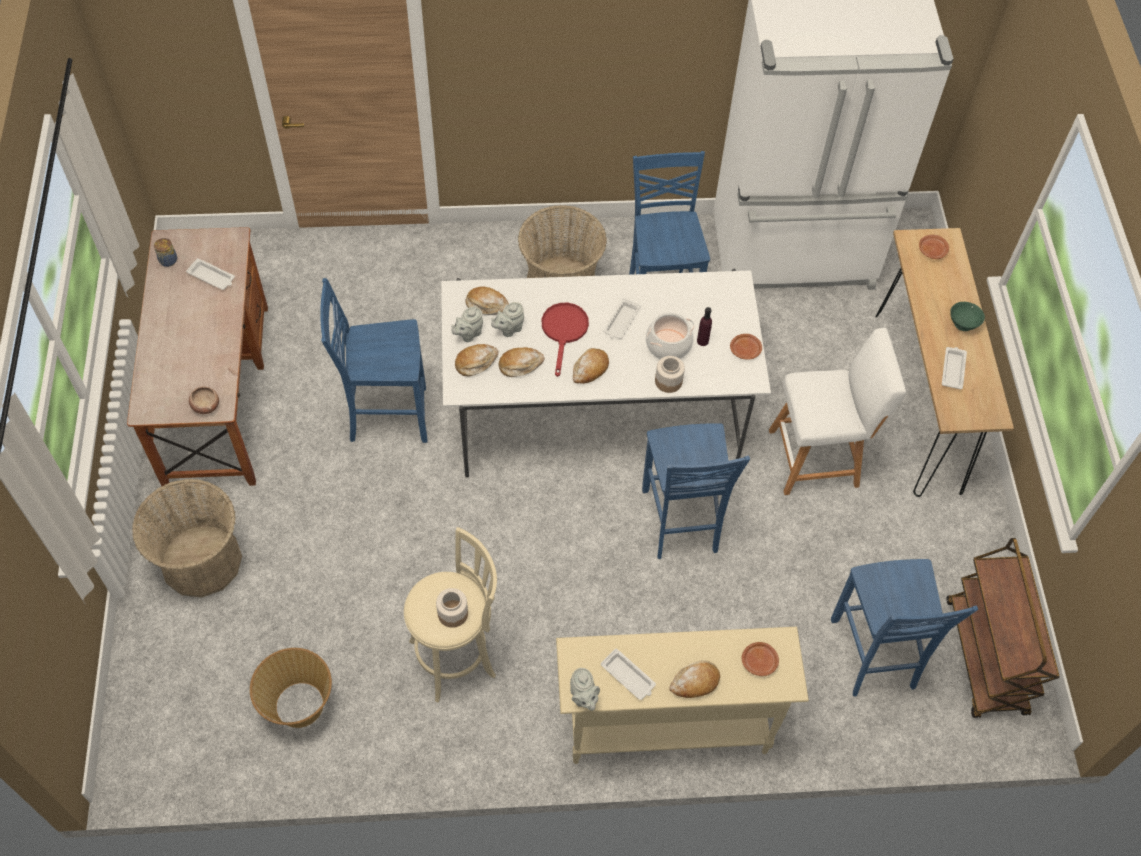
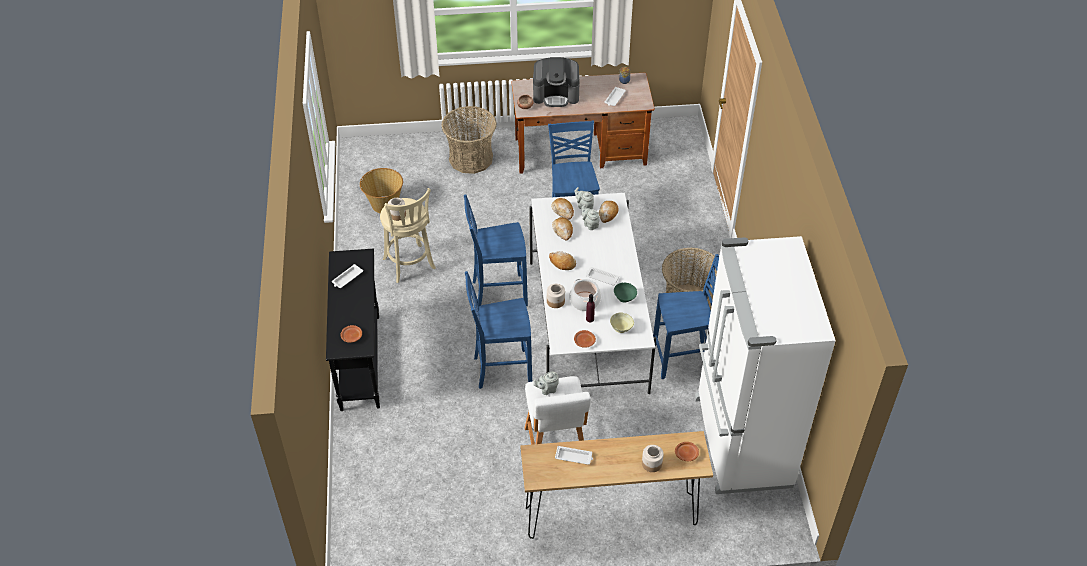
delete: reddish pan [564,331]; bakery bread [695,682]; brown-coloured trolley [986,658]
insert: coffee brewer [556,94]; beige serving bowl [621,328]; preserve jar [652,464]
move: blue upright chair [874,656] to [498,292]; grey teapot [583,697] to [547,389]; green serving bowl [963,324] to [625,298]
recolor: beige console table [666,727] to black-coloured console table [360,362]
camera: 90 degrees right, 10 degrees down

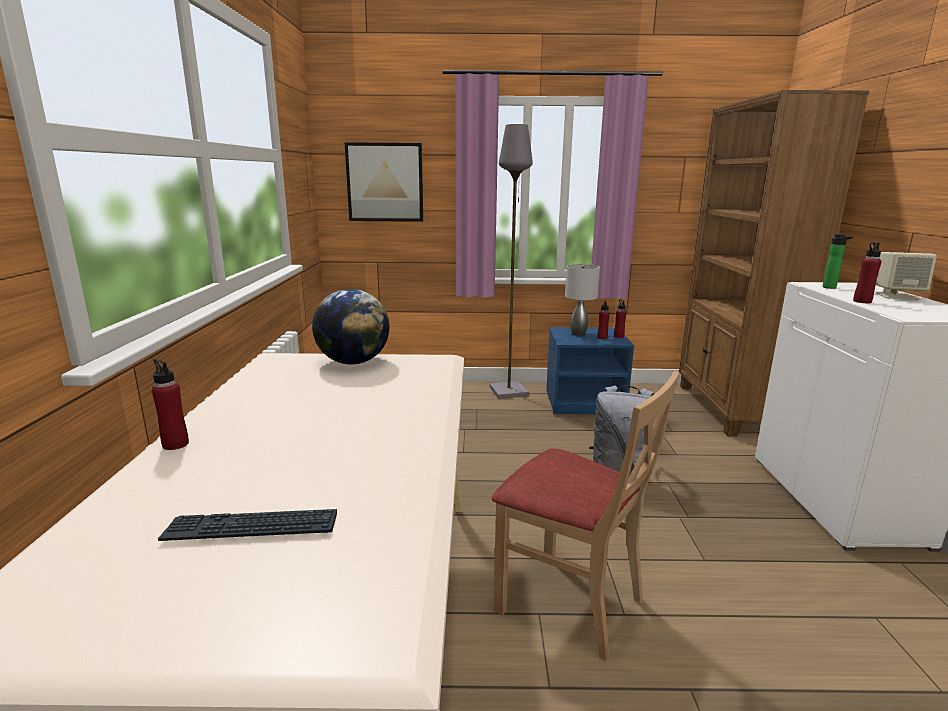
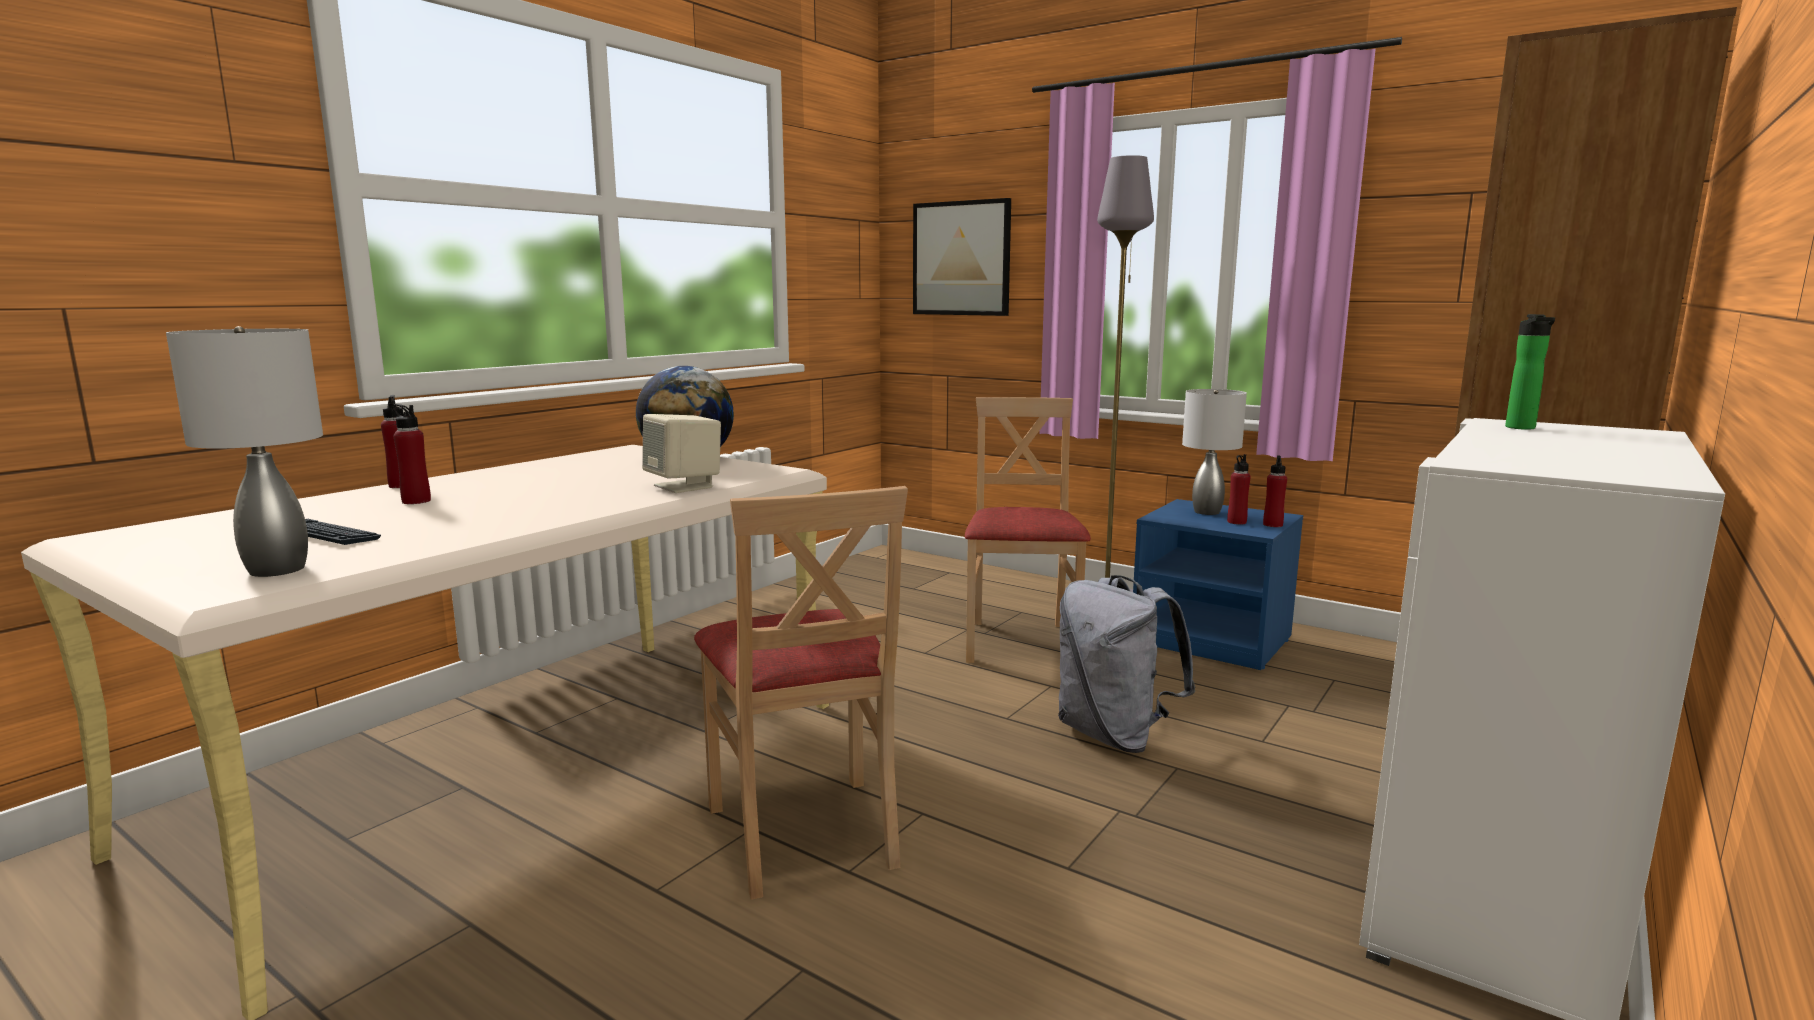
insert: grey tabletop lamp [279,569]; beige upright chair [1020,643]
move: reddish drink bottle [862,301] to [416,501]; beige loudspeaker [897,296] to [684,486]
camera: 35 degrees right, 5 degrees down

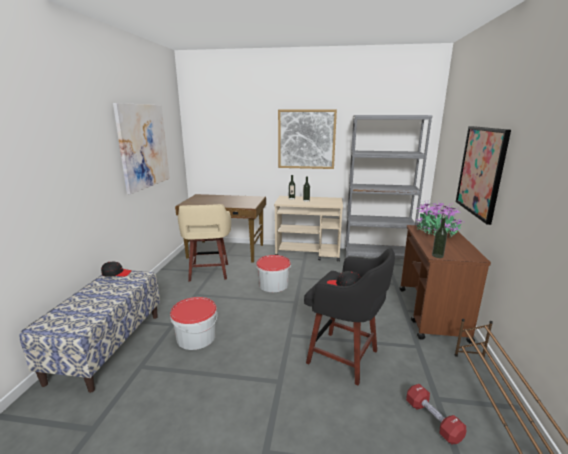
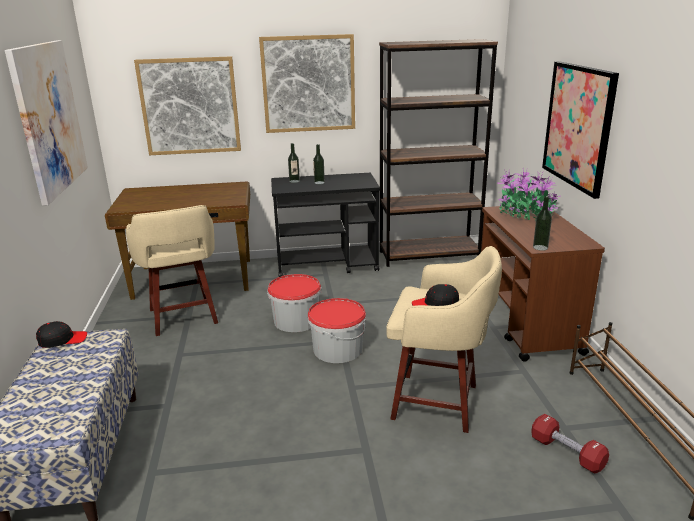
insert: wall picture [190,106]
move: water bucket [196,337] to [337,349]
recolor: beige trolley [308,253] to black-coloured trolley [327,264]; grey bookcase [377,256] to brown-coloured bookcase [429,255]; black-coloured stool seat [345,357] to beige stool seat [439,402]
camera: 15 degrees left, 5 degrees up

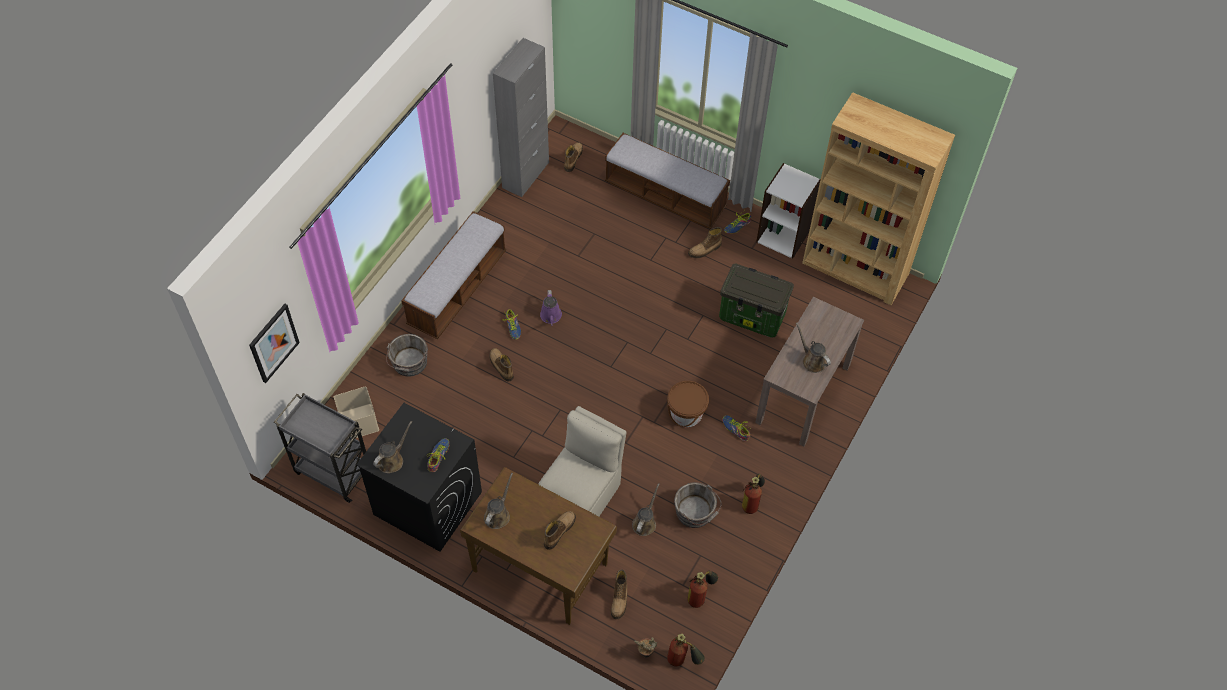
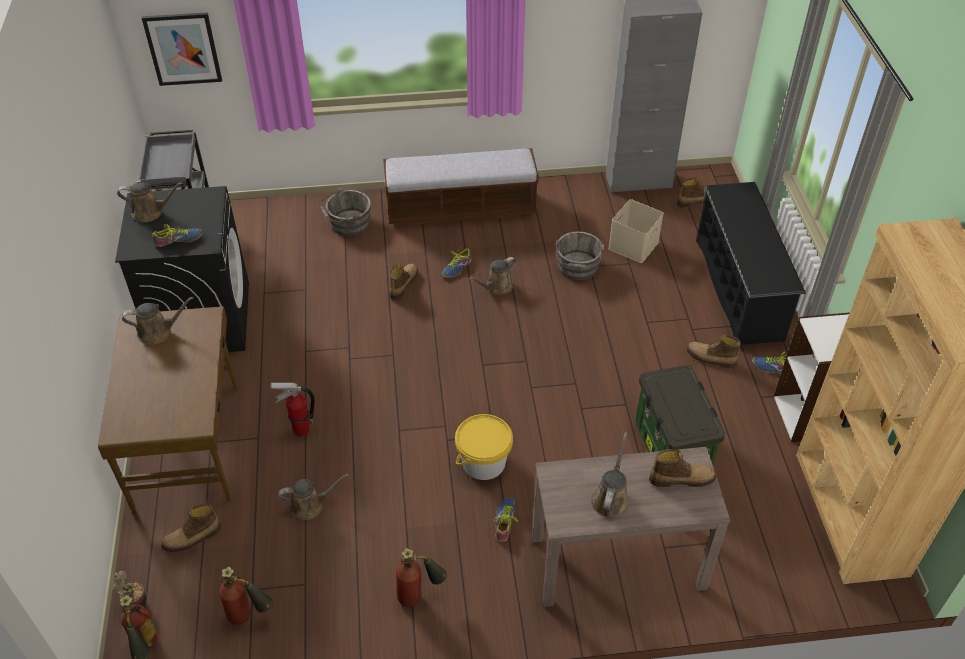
move: grey water bucket [696,513] to [577,268]; beige storage bin [357,421] to [633,244]; boot [559,531] to [681,478]
replace: beige upright chair [581,496] to fire-fighting cylinder [301,430]; indoor bench [665,196] to black-coloured shoe rack [739,289]
recolor: brown-coloured water bucket [686,413] to yellow-coloured water bucket [483,462]; purple-coloured watering pot [551,316] to brown-coloured watering pot [497,287]
camera: 55 degrees right, 10 degrees down

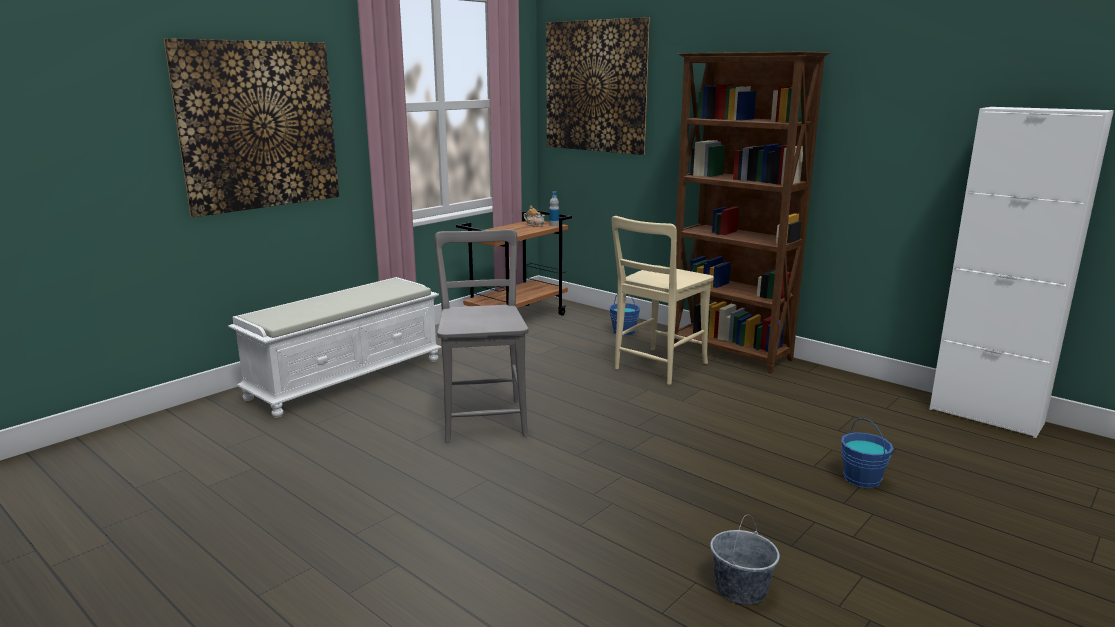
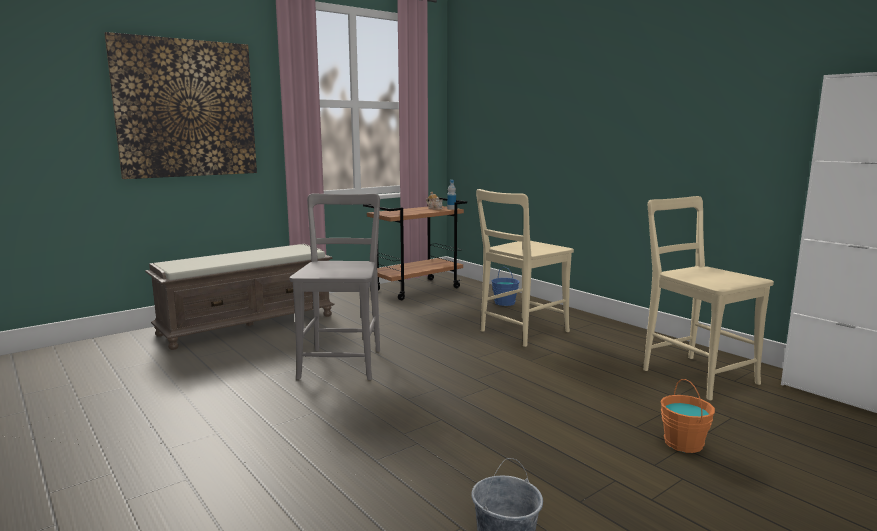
delete: wall picture [595,86]; brown-coloured bookcase [730,353]
insert: beige upright chair [694,374]
recolor: white-coloured indoor bench [347,378] to brown-coloured indoor bench [248,324]; blue water bucket [862,479] to orange water bucket [684,443]
camera: 10 degrees right, 5 degrees down

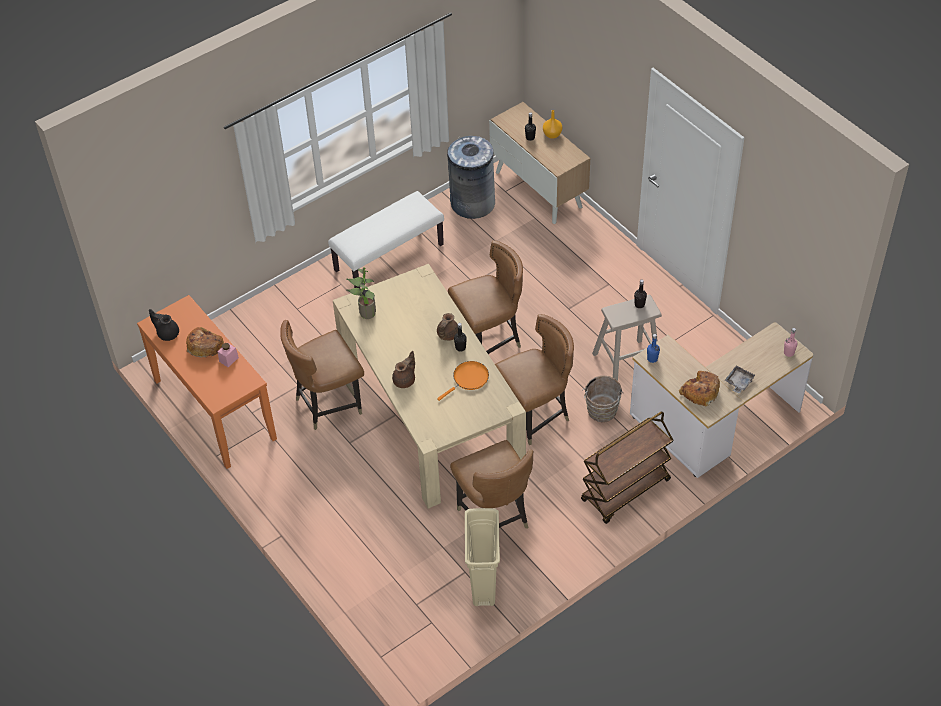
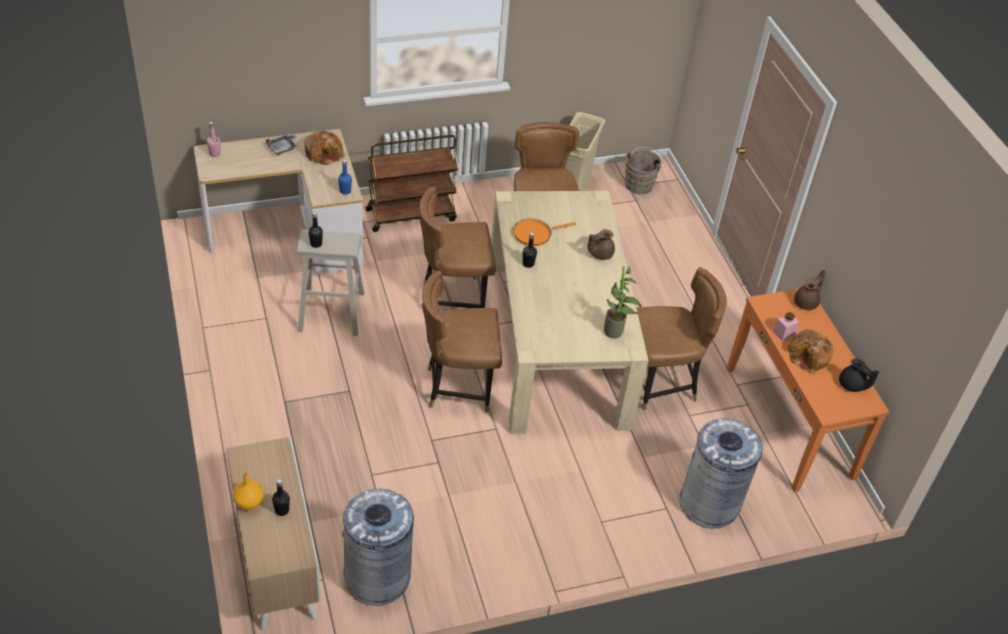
delete: white-coloured indoor bench [389,257]
insert: grey trash can [709,503]
move: brown-coloured water bucket [601,412] to [640,184]; brown-coloured teapot [447,335] to [806,303]
camera: 165 degrees left, 5 degrees down

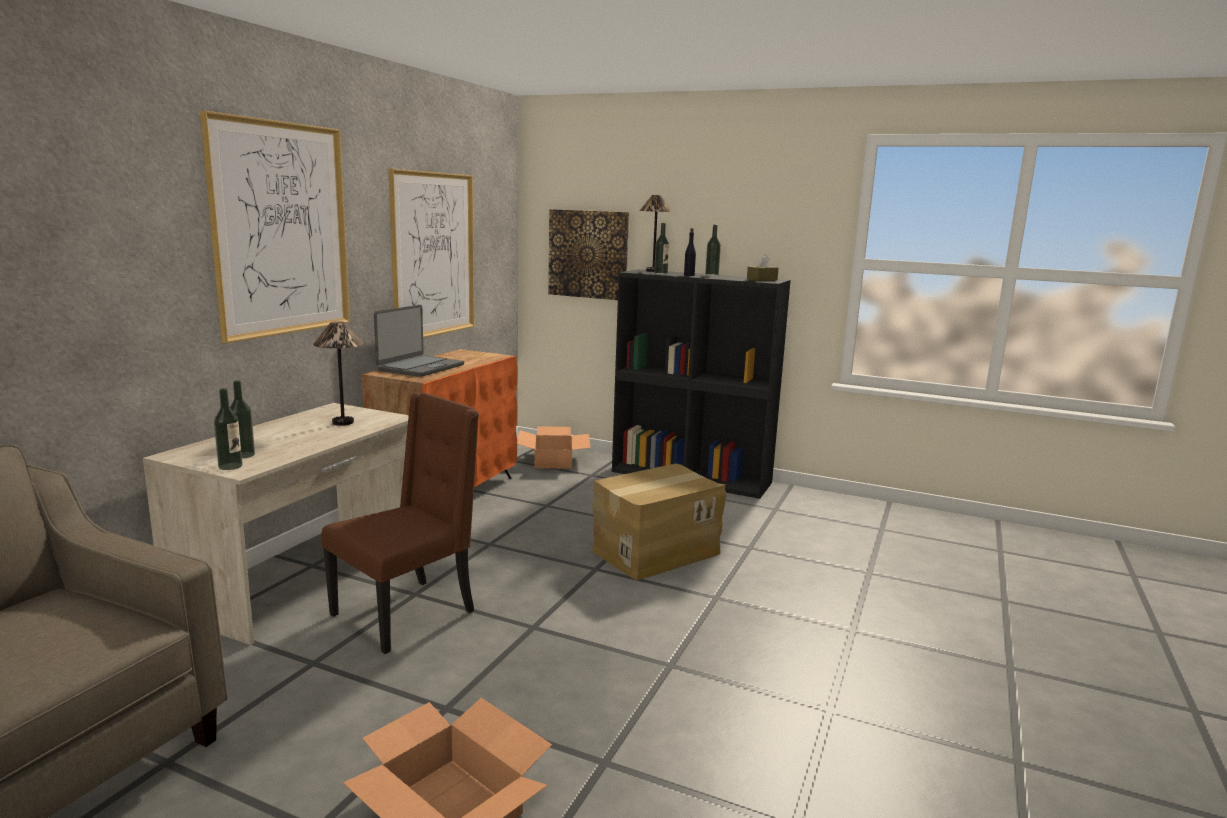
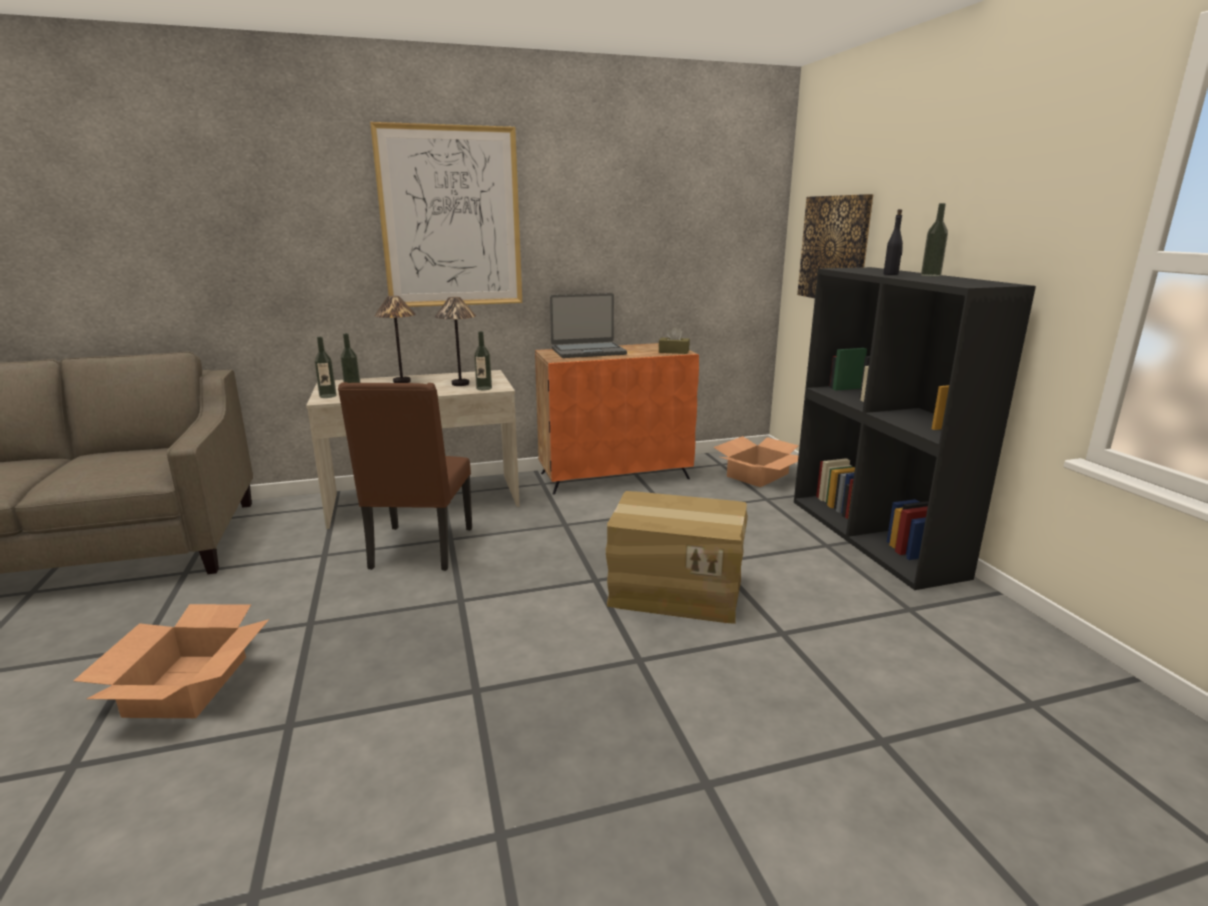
delete: wall picture [433,255]
move: tabletop lamp [653,271] to [402,382]; drink bottle [661,273] to [484,388]; brown-coloured tissue holder [762,279] to [673,352]
rotate: brown-coloured upright chair [406,613] = [420,549] 90 degrees clockwise
camera: 50 degrees right, 5 degrees up

